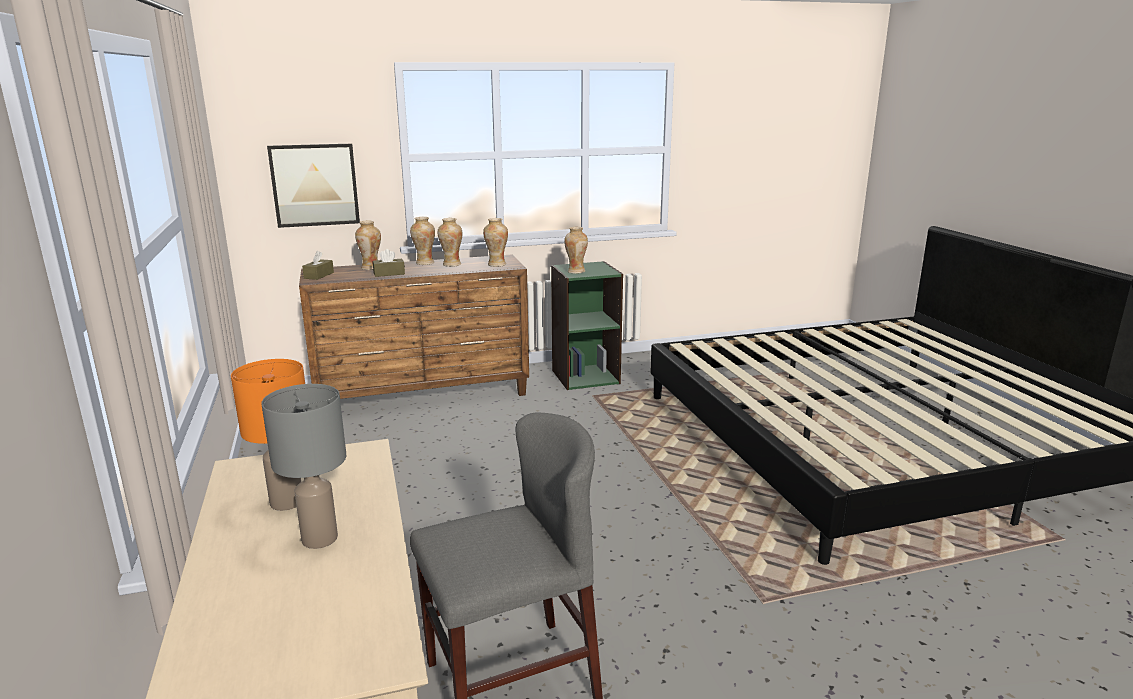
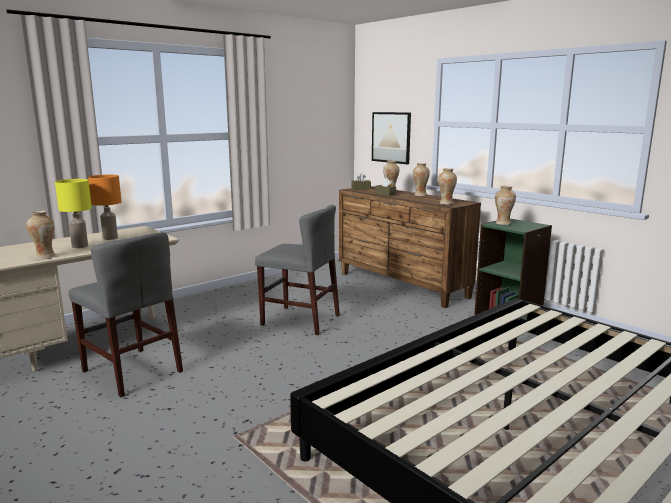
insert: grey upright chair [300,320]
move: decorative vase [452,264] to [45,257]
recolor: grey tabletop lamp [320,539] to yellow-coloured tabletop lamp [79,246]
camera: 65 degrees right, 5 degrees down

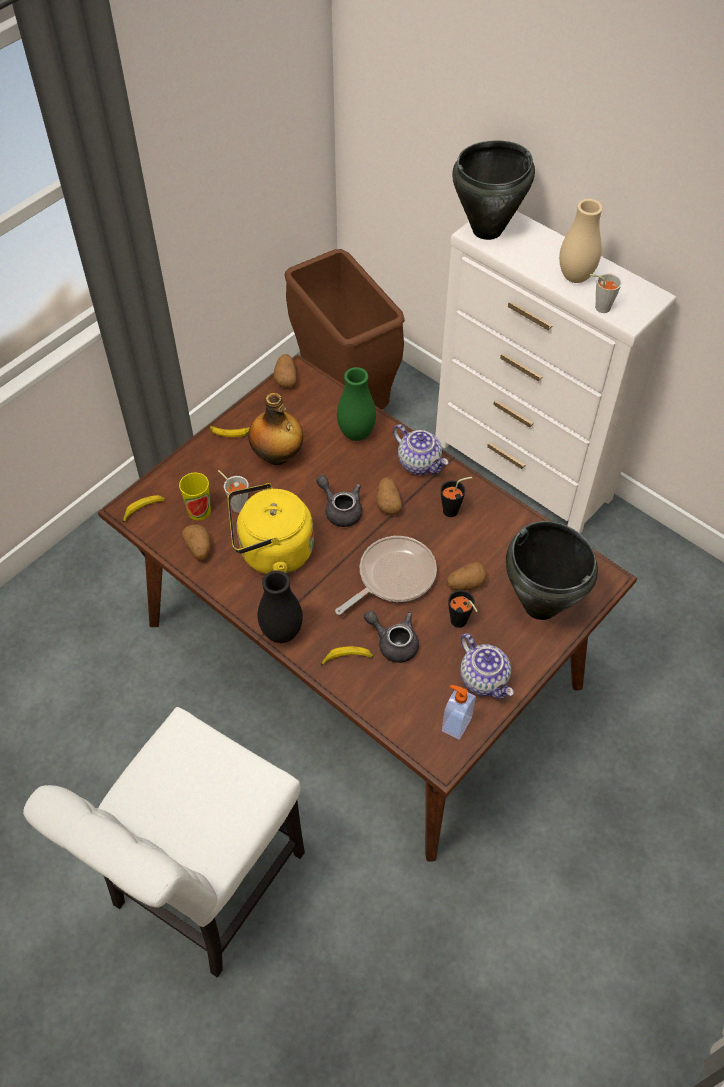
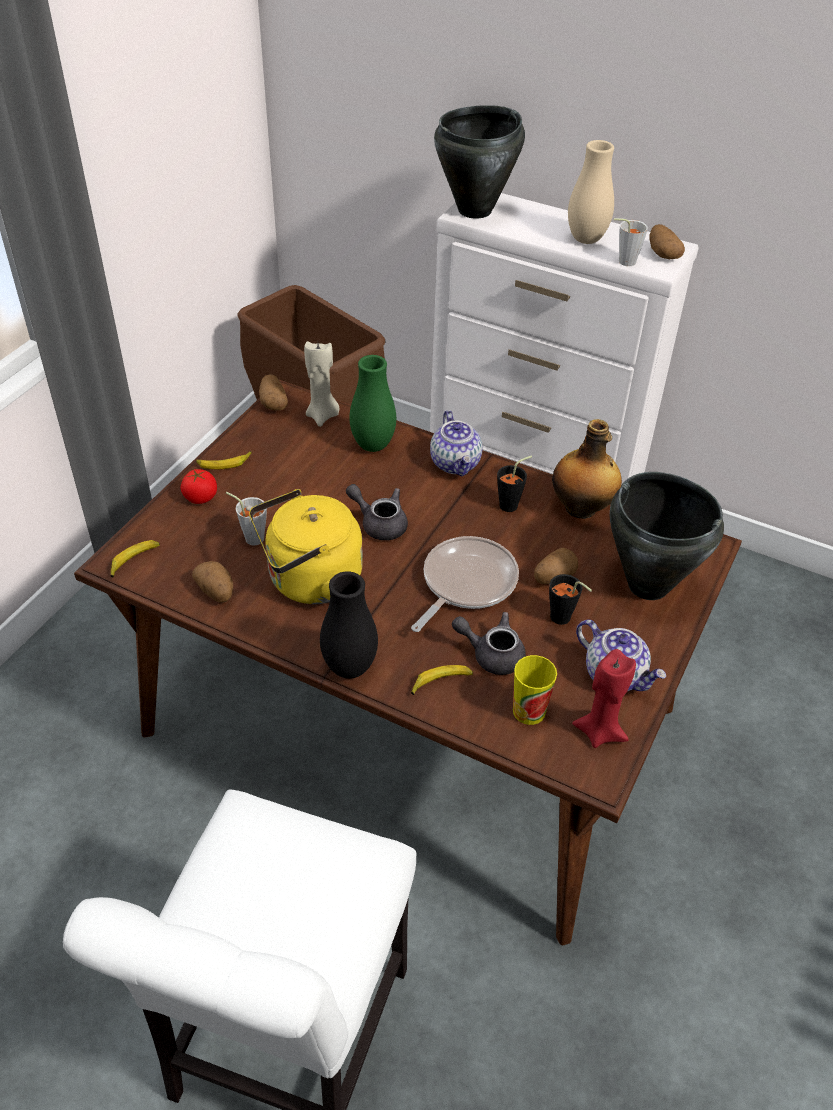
insert: fresh tomato [201,497]; beige wax light [323,416]
move: small cup [199,511] to [529,711]; drink bottle [277,456] to [582,509]; potato [388,503] to [662,254]
replace: soap dispenser [455,724] to reddish wax light [599,731]
rotate: teapot [420,463] = [456,463] 45 degrees clockwise
camera: 15 degrees left, 10 degrees down

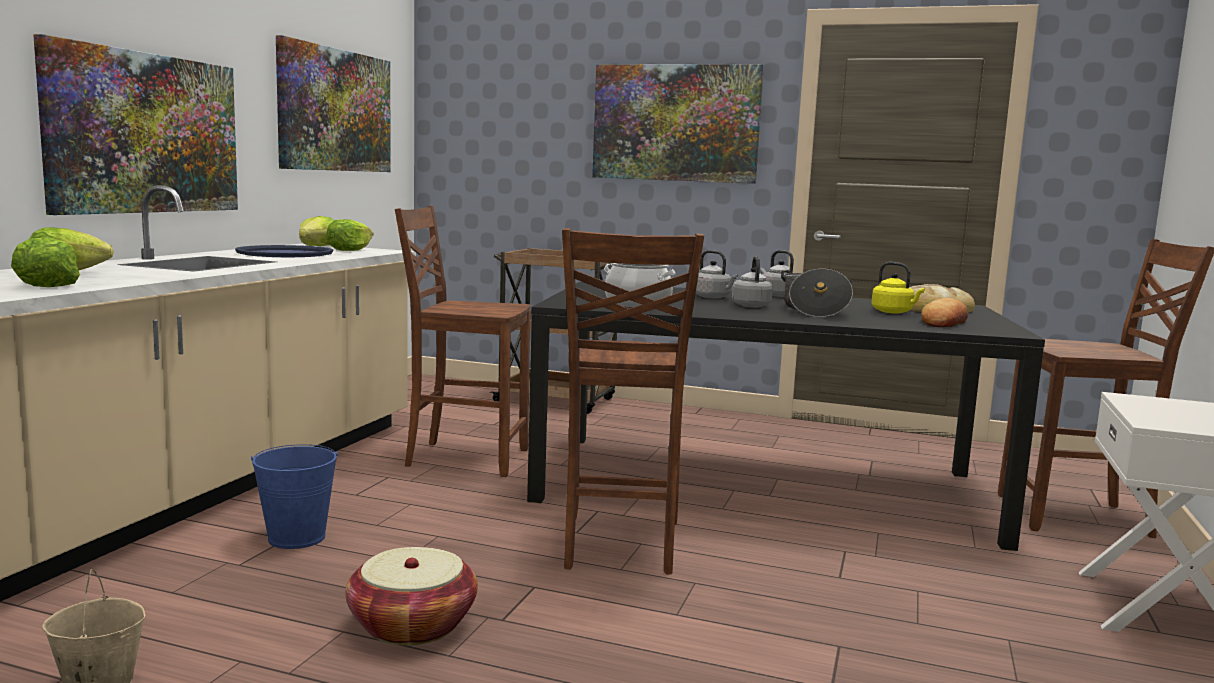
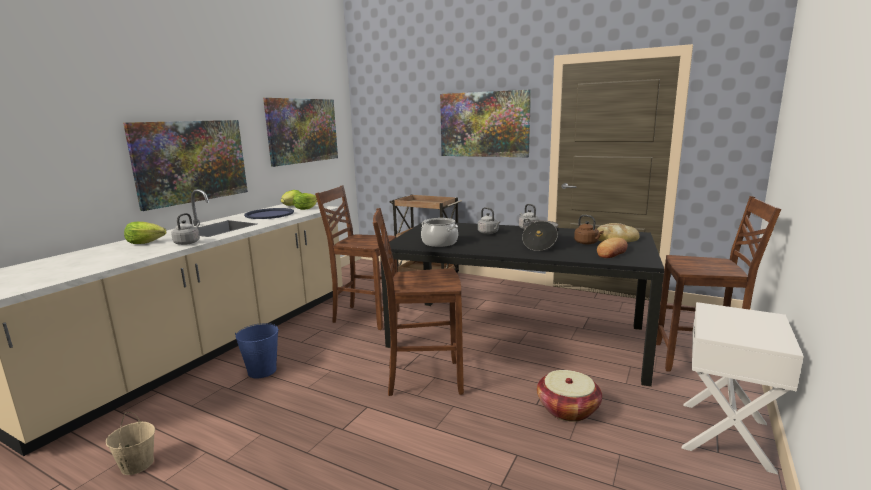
delete: lettuce head [47,285]
move: grey kettle [751,305] to [188,242]; storage basket [412,625] to [568,409]
recolor: yellow-coloured kettle [894,312] to brown-coloured kettle [587,243]
rotate: brown-coloured upright chair [618,545] = [422,378] 75 degrees clockwise
camera: 10 degrees right, 5 degrees up

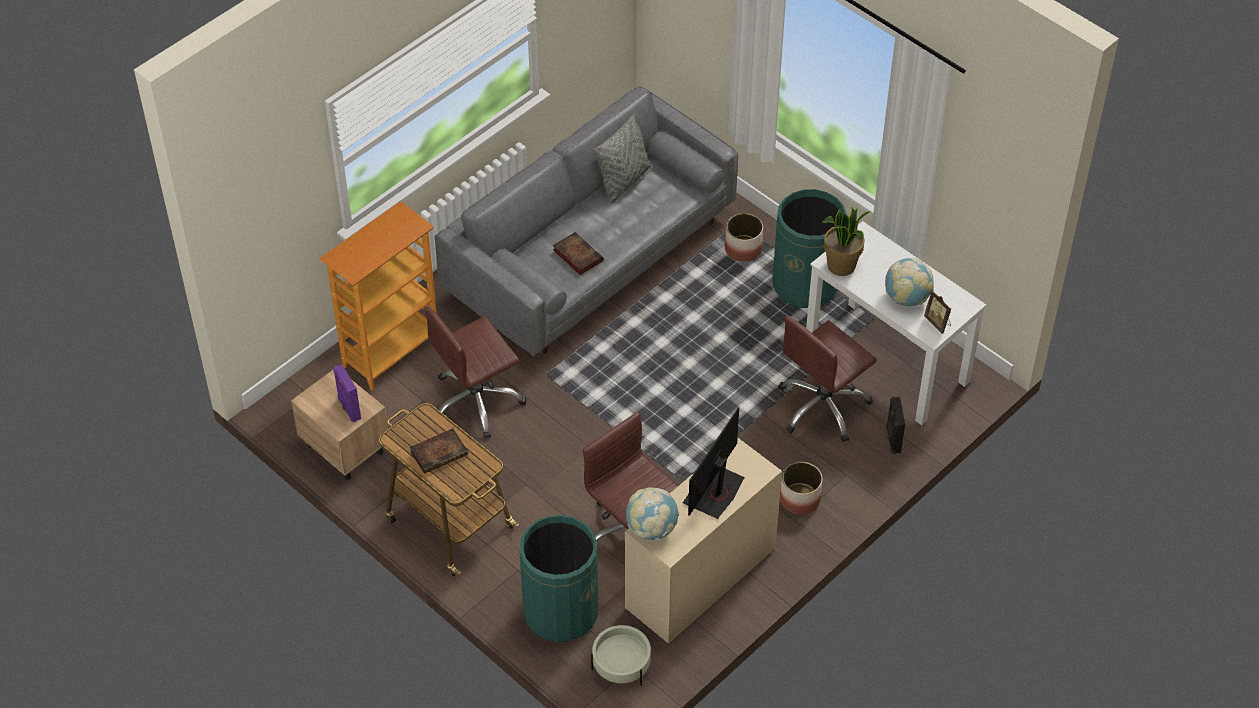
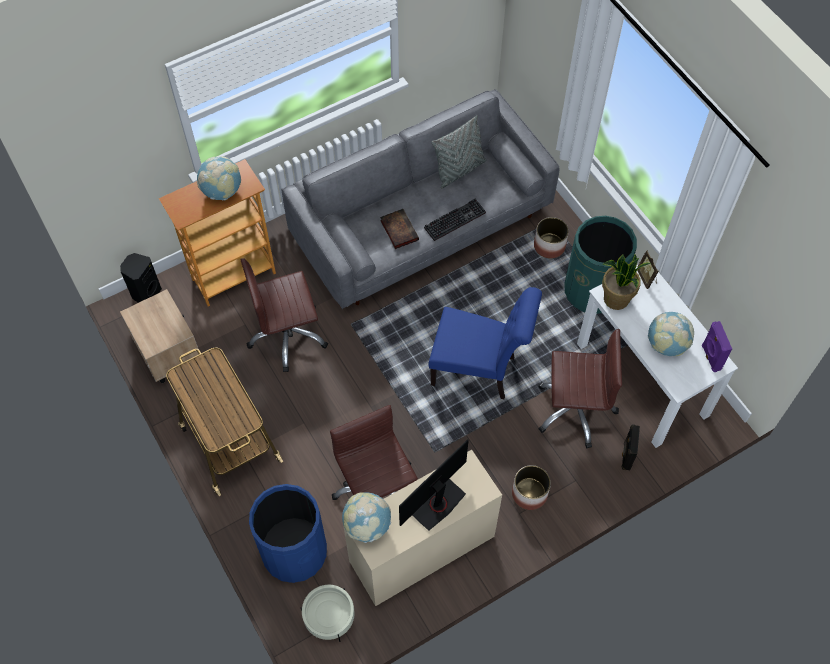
delete: volume [440,452]
insert: black-coloured loudspeaker [146,293]; world globe [222,191]; keyboard [455,219]; blue upright chair [479,371]
move: photo frame [938,323] to [647,278]; purple-coloured loudspeaker [348,409] to [710,357]
recolor: green trash can [561,612] to blue trash can [294,551]
rotate: brown-coloured office chair [823,406] = [574,409] 150 degrees counterclockwise
camera: 15 degrees right, 10 degrees up

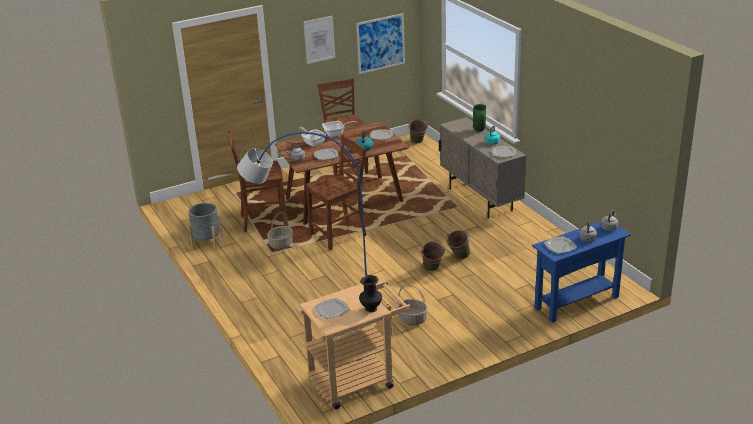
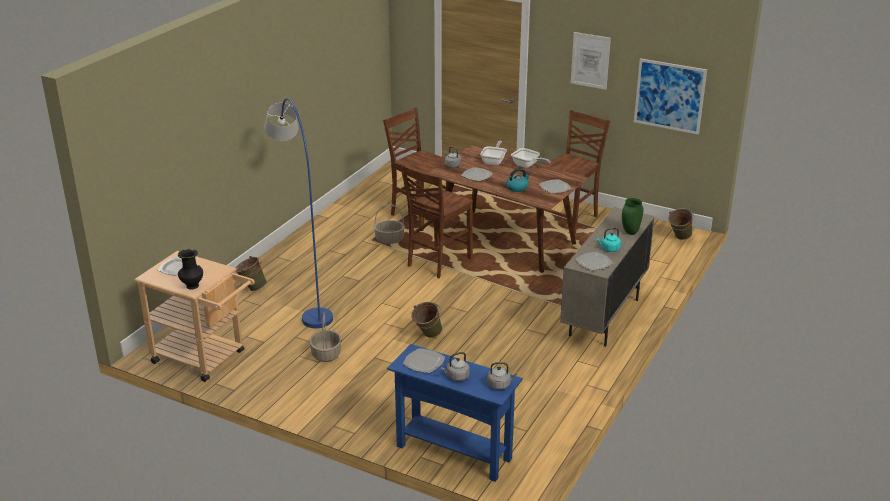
delete: grey plant pot [207,242]
move: green water bucket [458,258] to [251,287]
rotate: brown-coloured upright chair [339,235] = [437,262] 105 degrees clockwise
camera: 55 degrees right, 0 degrees up

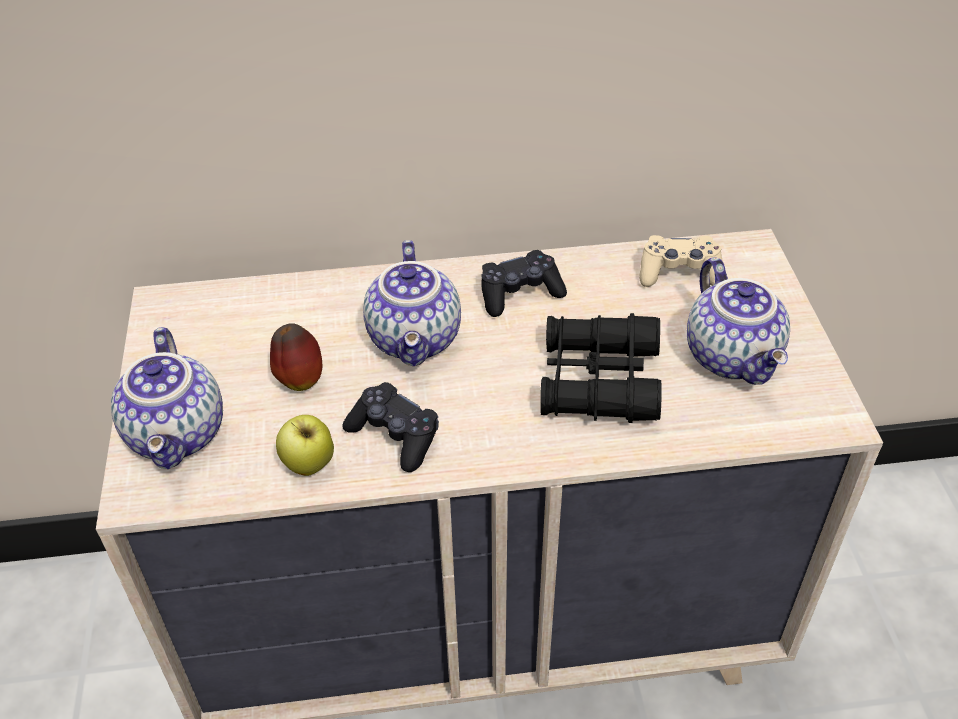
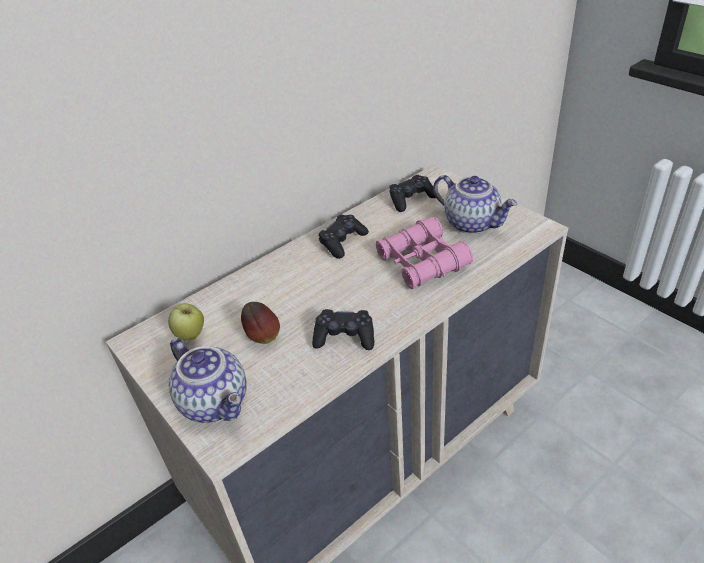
delete: teapot [417,340]
move: whole apple [309,466] to [191,336]
recolor: black-coloured field glasses [598,381] to pinkish field glasses [422,262]; beige gamepad [679,273] to black-coloured gamepad [411,199]
camera: 30 degrees left, 5 degrees down

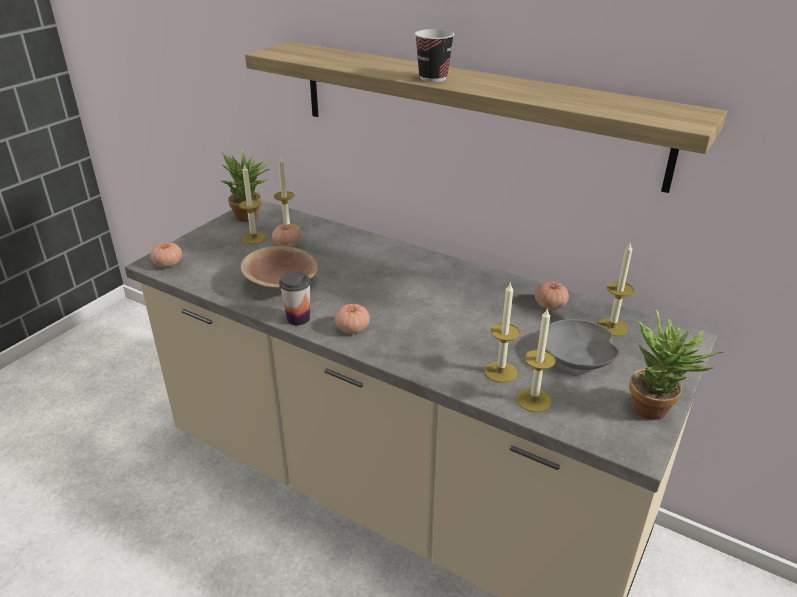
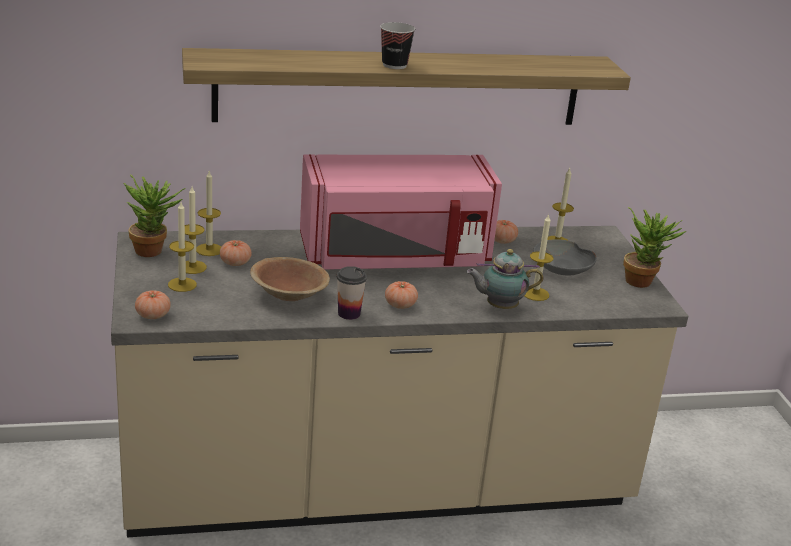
insert: pinkish microwave [395,256]; teapot [499,307]
move: wax light [534,400] to [182,284]
camera: 45 degrees left, 5 degrees down

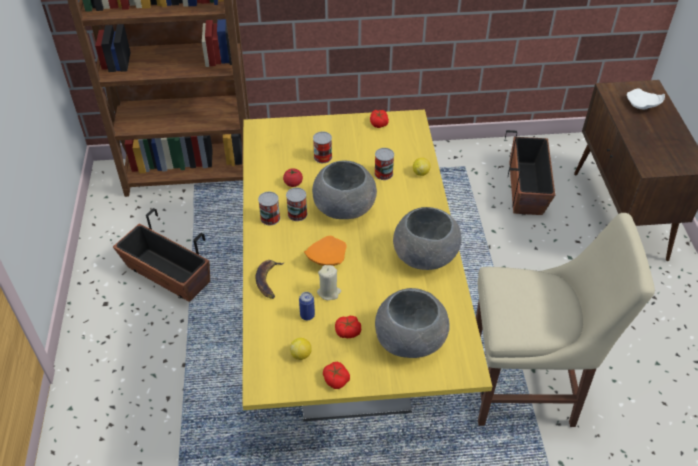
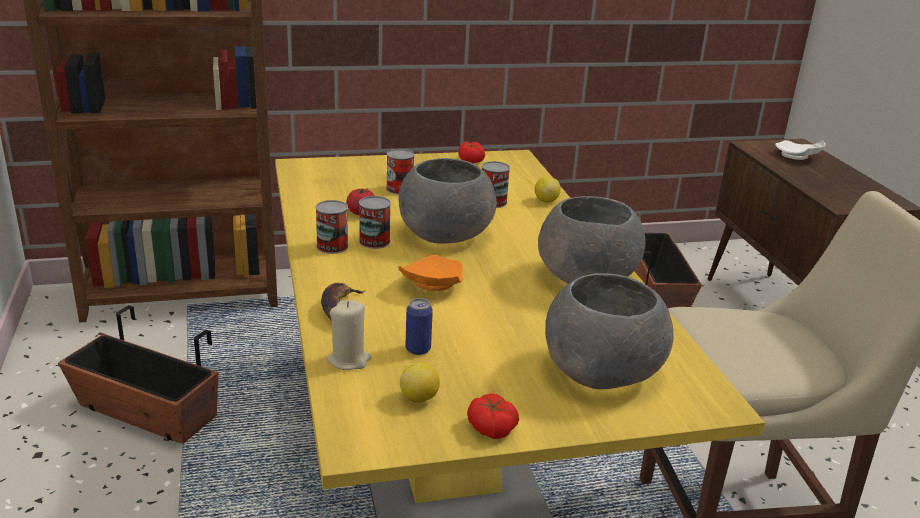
delete: fresh tomato [348,331]
move: beige wax light [329,292] to [349,360]
camera: 10 degrees left, 20 degrees down

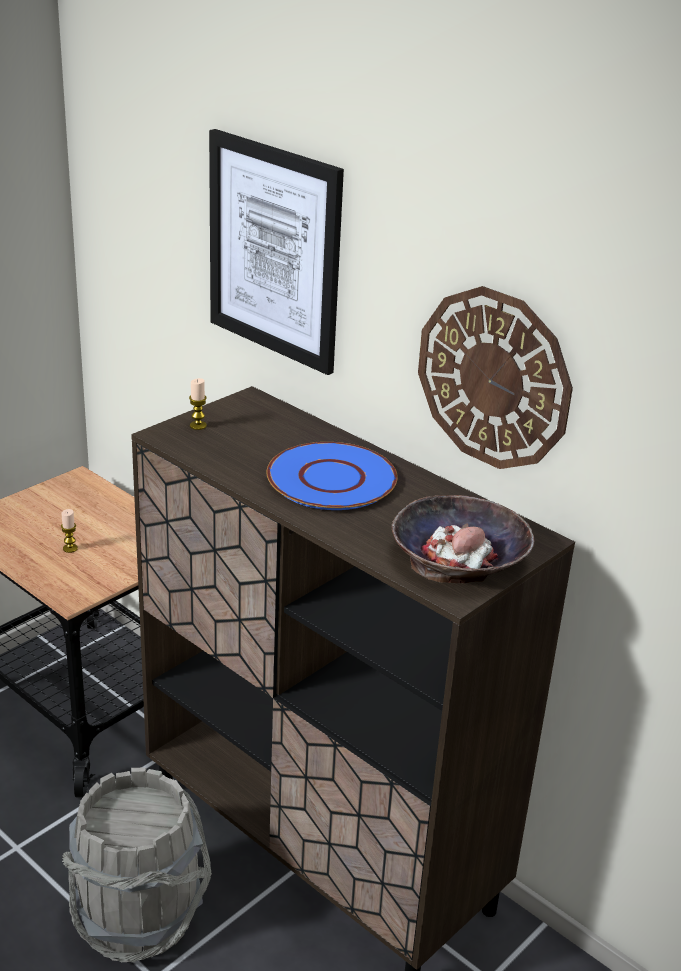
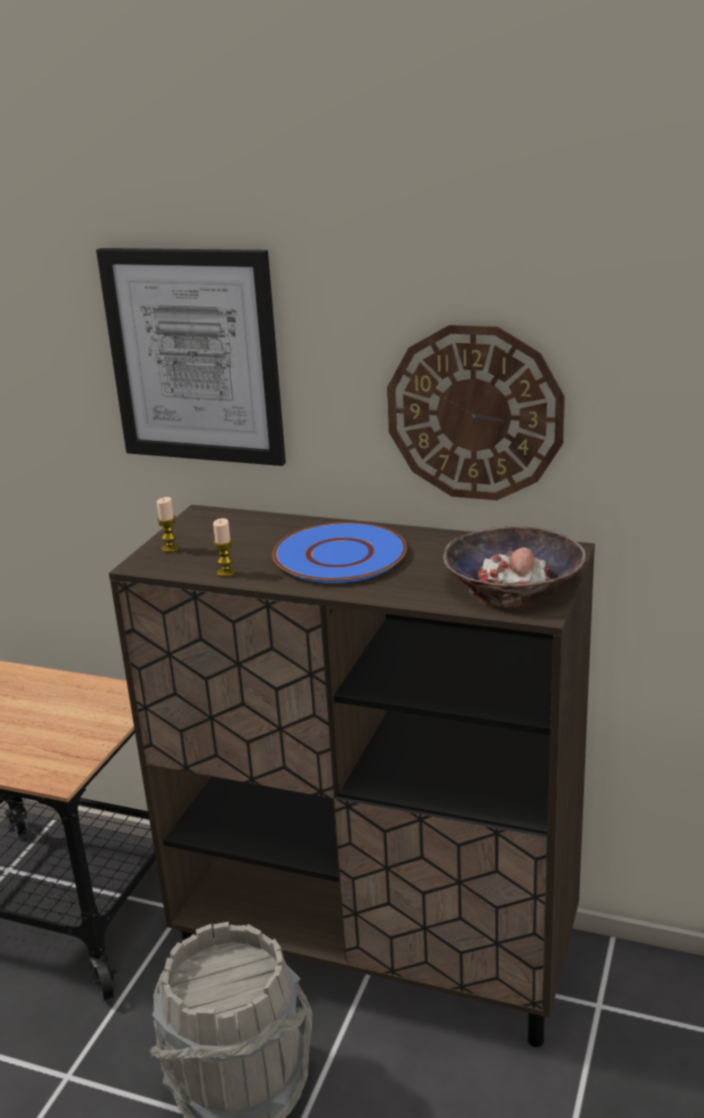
move: wax light [70,548] to [226,572]
camera: 20 degrees left, 5 degrees down

